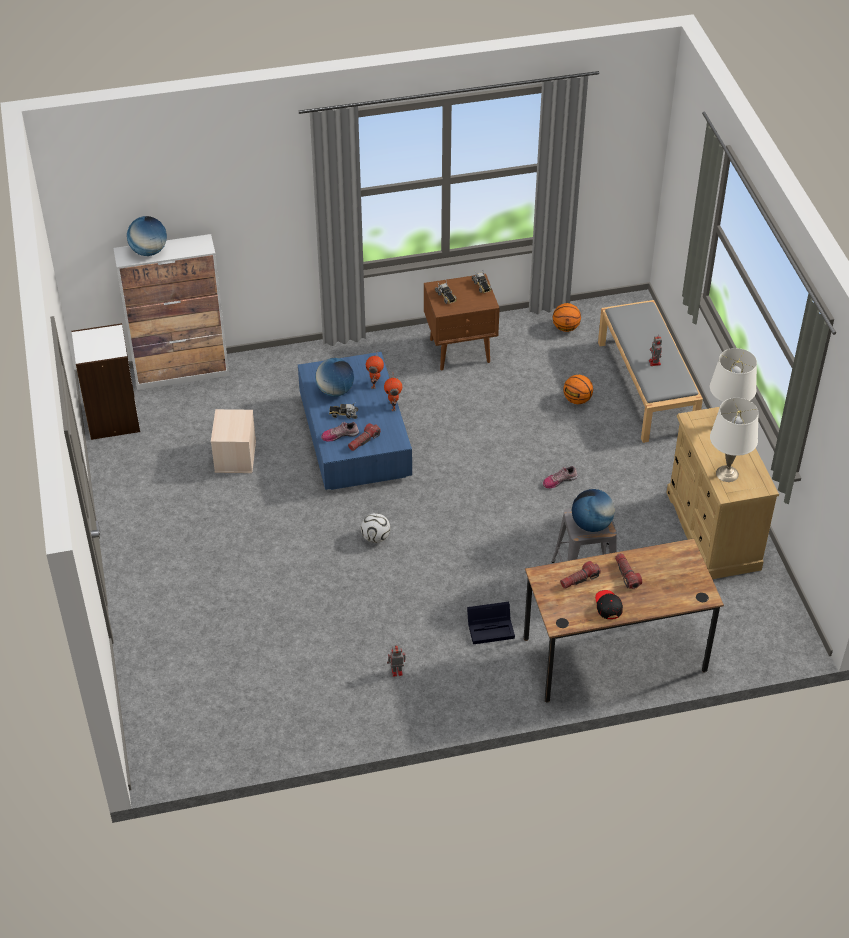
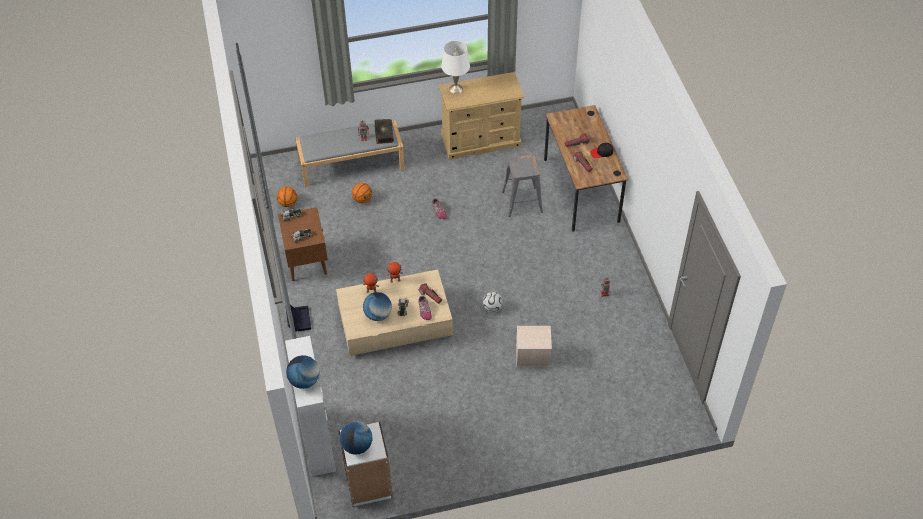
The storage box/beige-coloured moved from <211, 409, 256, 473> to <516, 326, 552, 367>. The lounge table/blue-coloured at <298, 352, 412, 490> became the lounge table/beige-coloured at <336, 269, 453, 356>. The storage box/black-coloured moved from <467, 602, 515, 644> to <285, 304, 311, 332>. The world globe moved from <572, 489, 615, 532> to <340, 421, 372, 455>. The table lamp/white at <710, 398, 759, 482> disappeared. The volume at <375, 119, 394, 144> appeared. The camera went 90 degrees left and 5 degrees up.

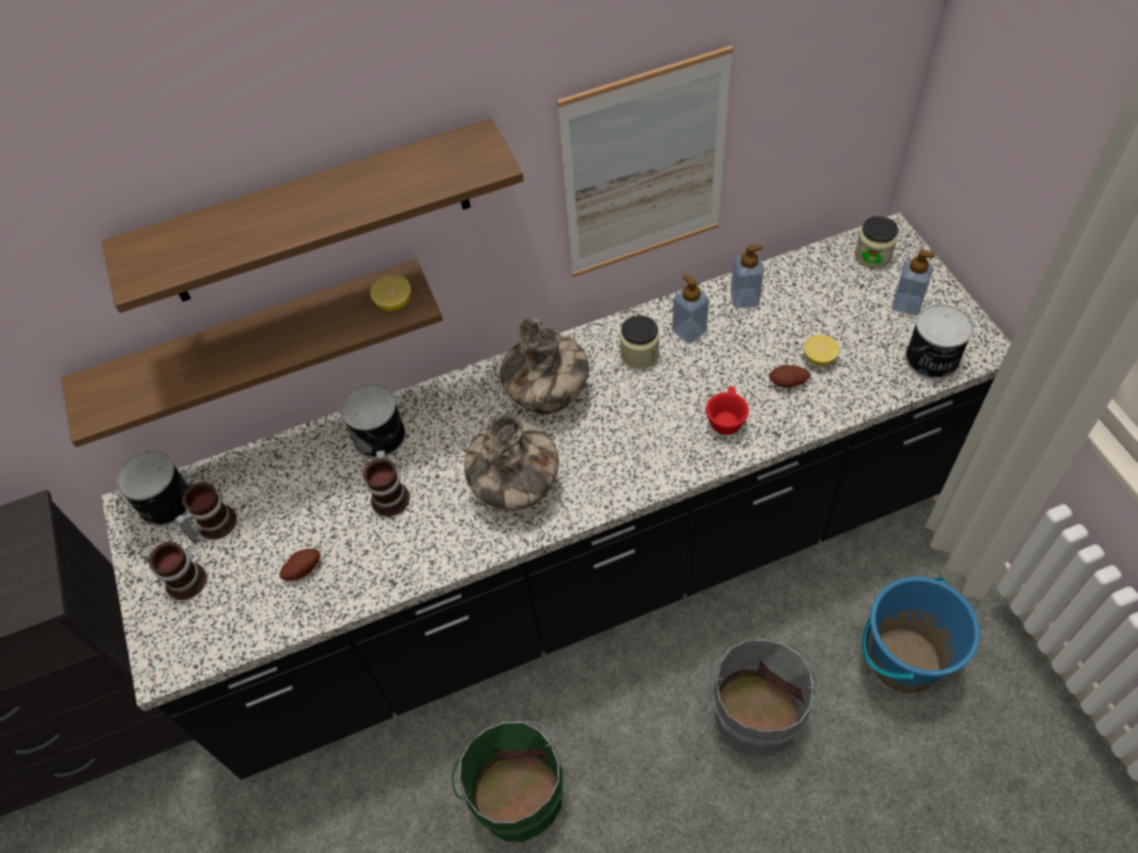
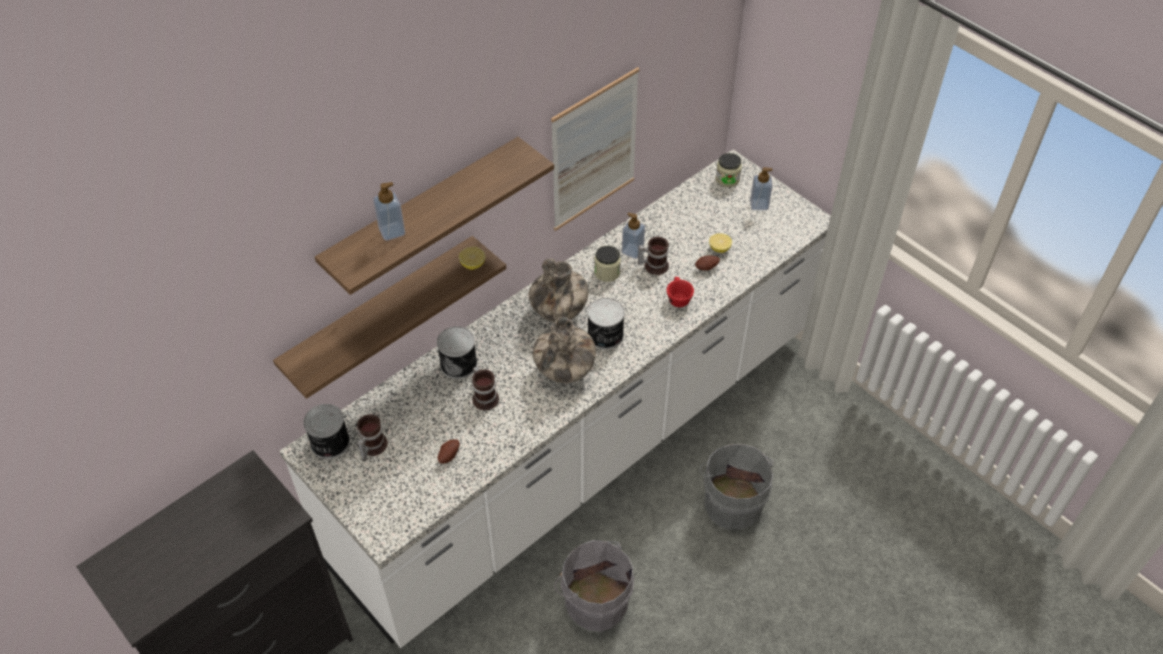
The kitchen base unit/black-coloured at <102, 213, 1011, 780> became the kitchen base unit/white at <279, 149, 831, 648>. The coffee mug moved from <140, 542, 207, 600> to <638, 237, 669, 275>. The pail/green-coloured at <452, 721, 563, 842> became the pail/grey at <554, 540, 634, 632>. The soap dispenser moved from <730, 245, 764, 309> to <373, 182, 405, 241>. The pail/blue-coloured at <862, 576, 980, 693> disappeared. The metal can moved from <905, 304, 973, 380> to <588, 298, 625, 349>. The camera went 25 degrees left and 5 degrees down.

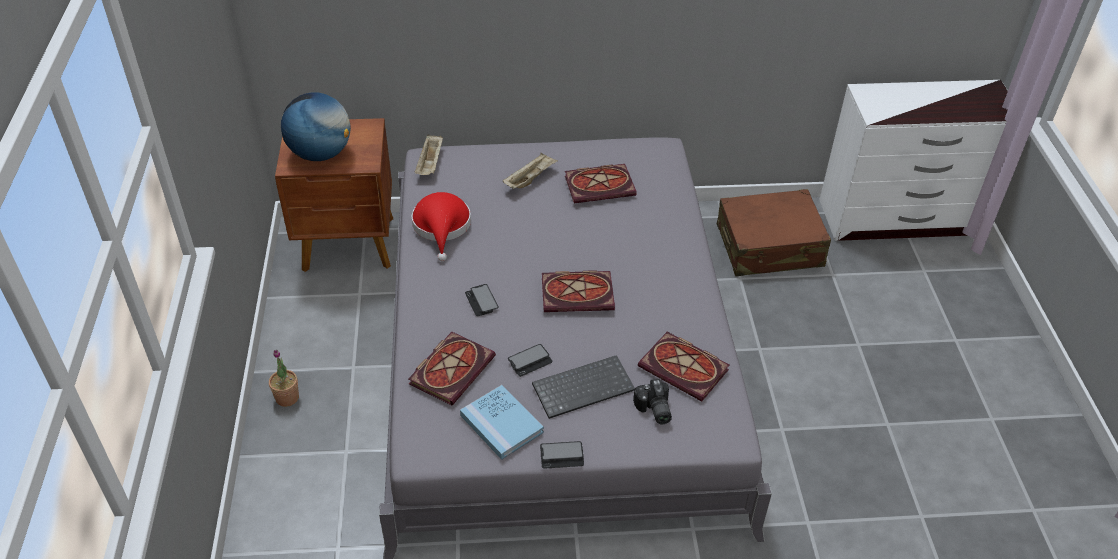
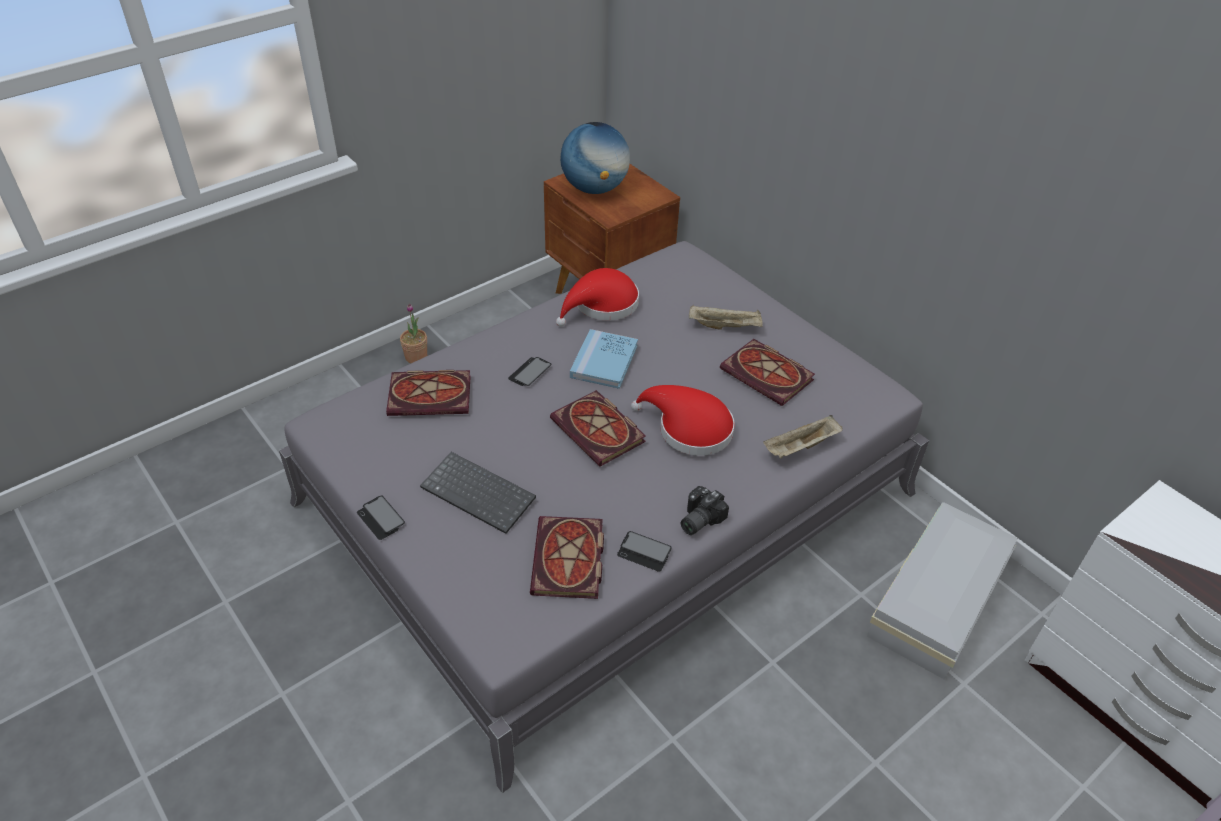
The carrying tray/beige-coloured moved from <415, 134, 443, 175> to <763, 415, 843, 459>. The volume/blue-coloured moved from <460, 385, 544, 460> to <570, 329, 638, 389>. The telephone moved from <508, 344, 552, 377> to <617, 531, 672, 572>. The still camera moved from <633, 379, 672, 424> to <681, 486, 729, 535>. The travel case/brown at <717, 189, 831, 276> was replaced by the storage box/white at <867, 502, 1018, 680>. The clothing hat/reddish at <631, 385, 735, 456> appeared. The camera went 55 degrees right and 0 degrees up.

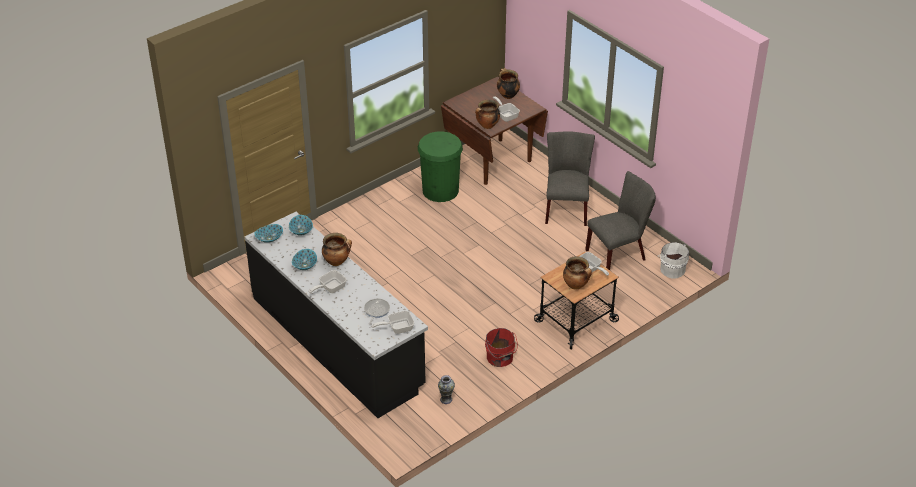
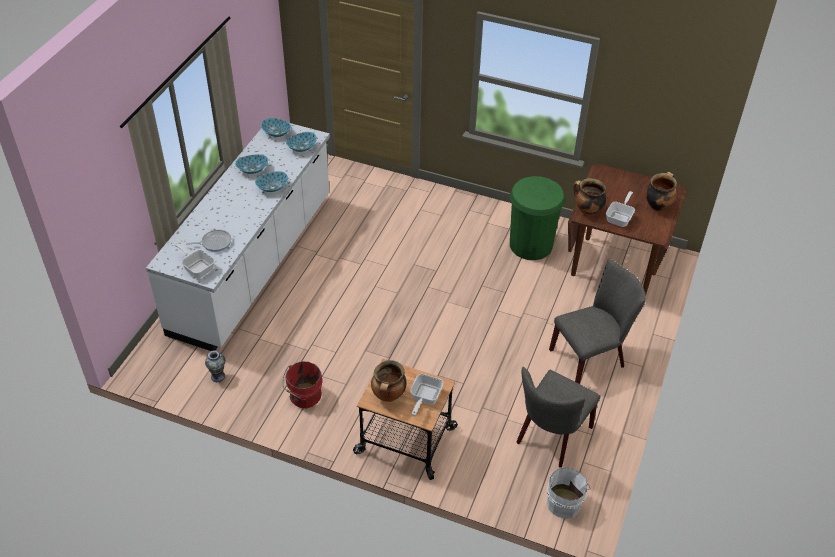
The kitchen base unit/black-coloured at <244, 212, 428, 418> became the kitchen base unit/white at <146, 123, 330, 351>. The frying pan at <309, 270, 347, 293> disappeared. The saucepot at <322, 233, 352, 266> was replaced by the serving bowl at <255, 171, 288, 192>. The chair/grey at <585, 171, 656, 270> turned 90 degrees clockwise. The camera went 60 degrees right and 5 degrees up.

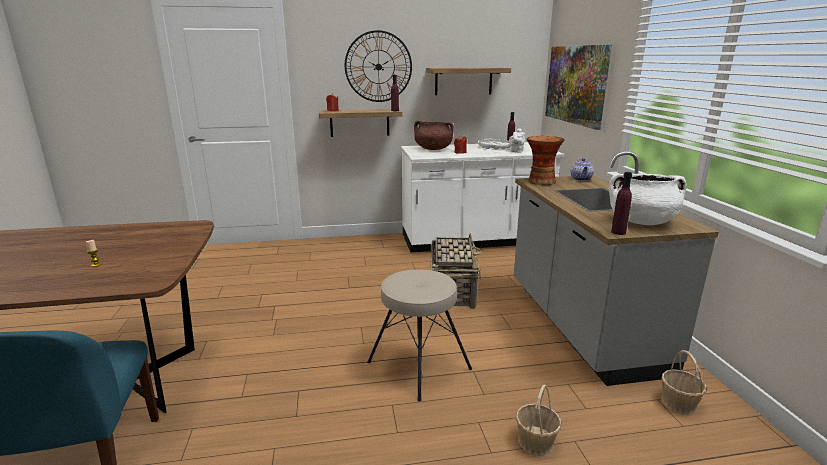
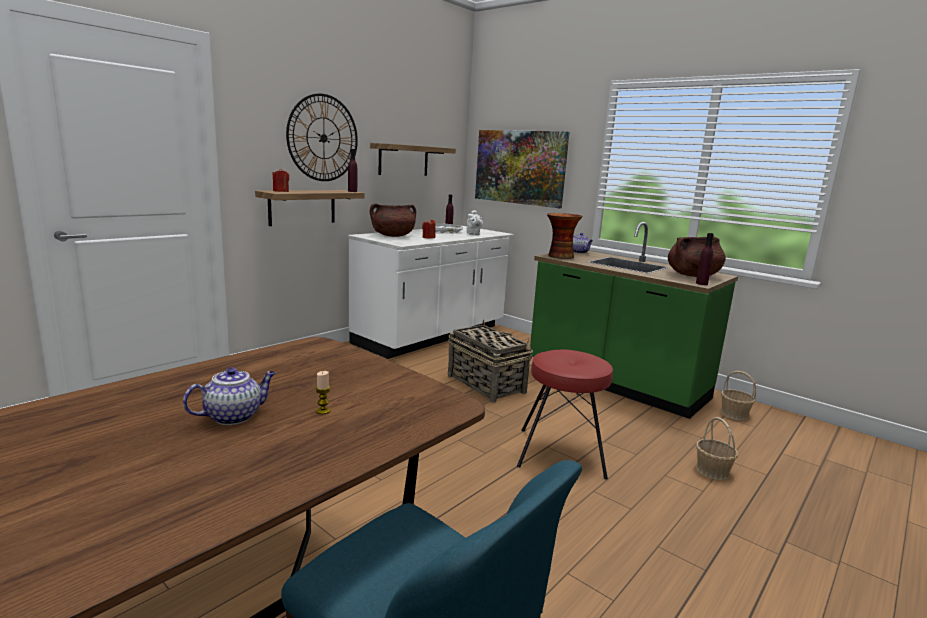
The stool/beige-coloured at <367, 270, 472, 402> became the stool/reddish at <517, 350, 613, 479>. The kitchen base unit/grey at <514, 151, 719, 386> became the kitchen base unit/green-coloured at <530, 222, 738, 419>. The saucepot/white at <609, 174, 686, 225> became the saucepot/brown at <668, 236, 726, 277>. The teapot at <183, 367, 275, 425> appeared. The camera went 40 degrees left and 5 degrees down.

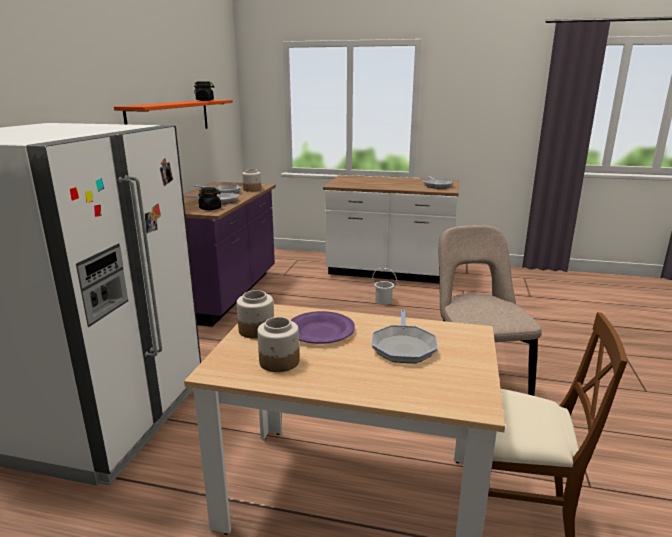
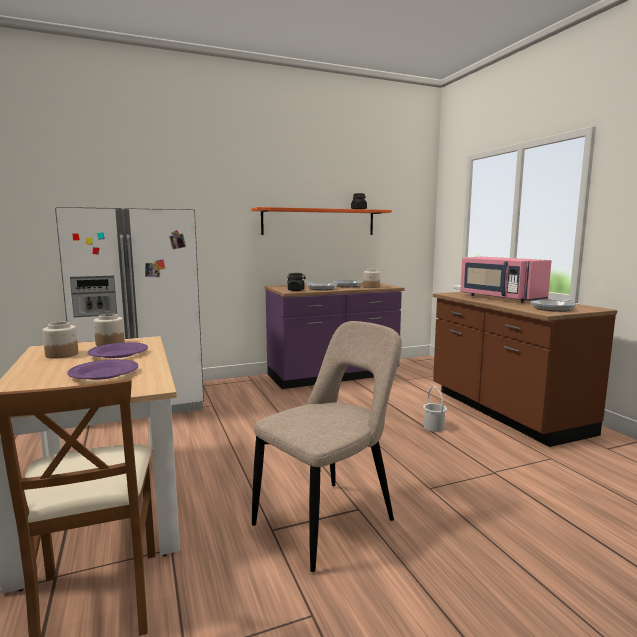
The kitchen base unit/white at <323, 175, 459, 284> became the kitchen base unit/brown at <433, 292, 617, 447>. The frying pan at <372, 310, 438, 363> was replaced by the dinner plate/purple at <67, 359, 138, 380>. The kitchen microwave/pinkish at <460, 257, 552, 303> appeared. The camera went 55 degrees right and 10 degrees down.

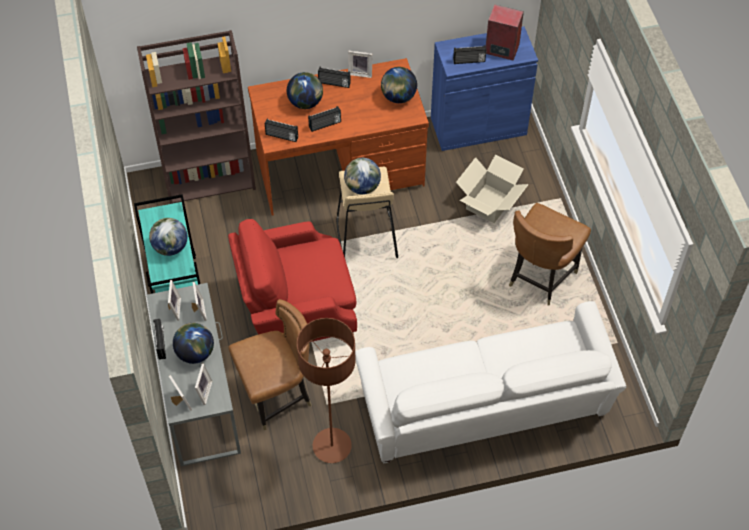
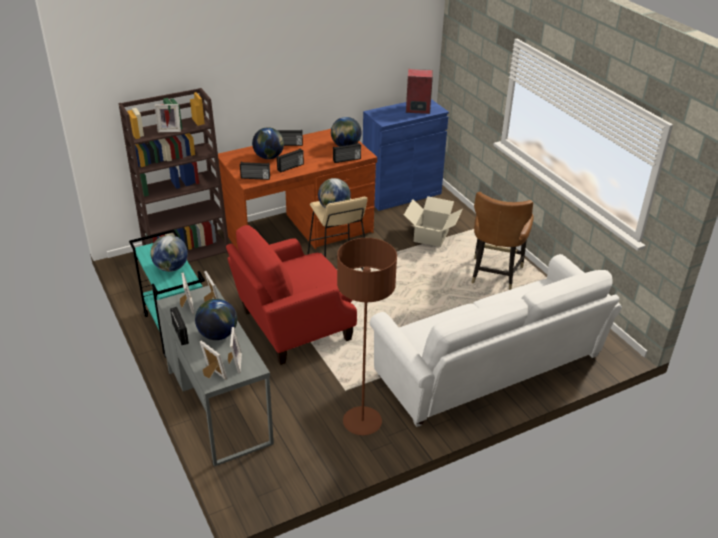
The chair/brown at <228, 299, 311, 430> disappeared. The picture frame moved from <348, 51, 373, 78> to <155, 104, 181, 132>. The radio set moved from <453, 45, 486, 64> to <333, 143, 361, 163>. The camera went 15 degrees left and 20 degrees down.

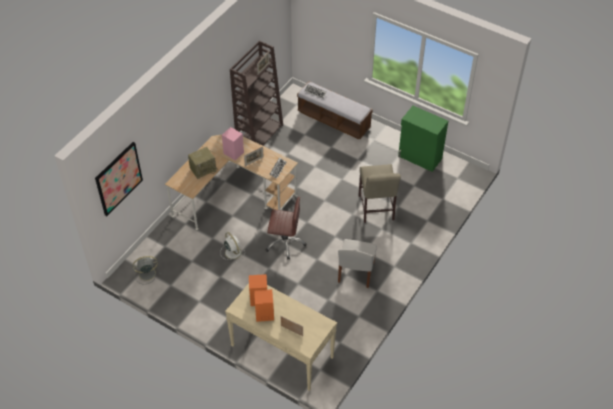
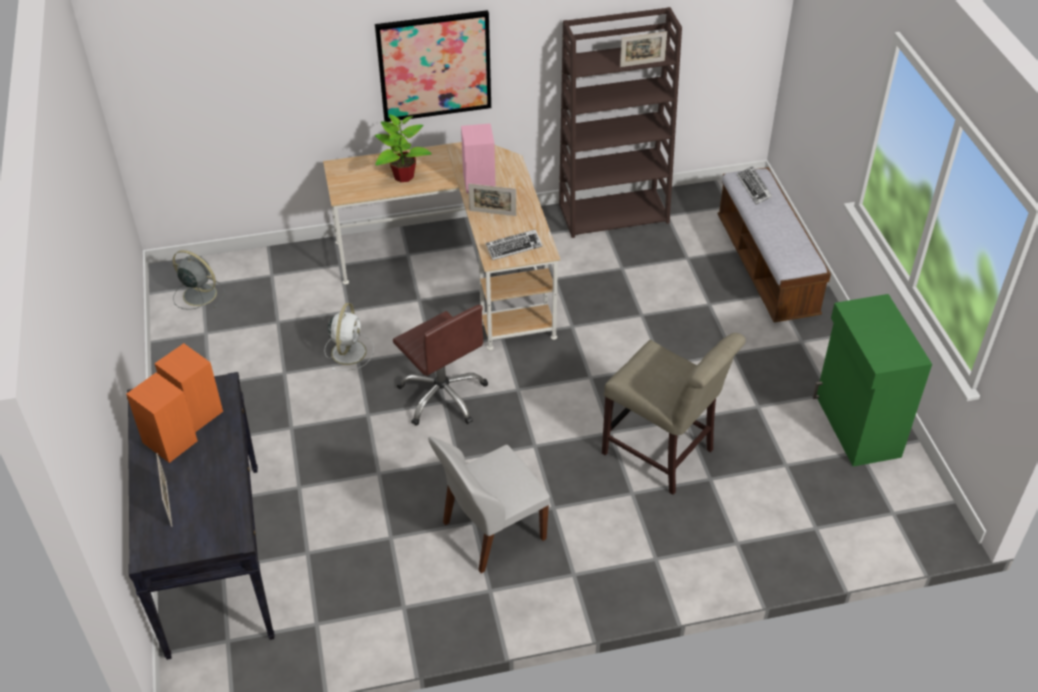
The wall picture moved from <95, 142, 143, 216> to <375, 10, 491, 122>. The radio set at <188, 147, 218, 179> was replaced by the potted plant at <375, 114, 432, 182>. The narrow table/beige-coloured at <225, 283, 337, 391> became the narrow table/black-coloured at <127, 372, 275, 660>. The chair/beige-coloured at <359, 164, 401, 223> turned 90 degrees counterclockwise. The camera went 45 degrees right and 5 degrees down.

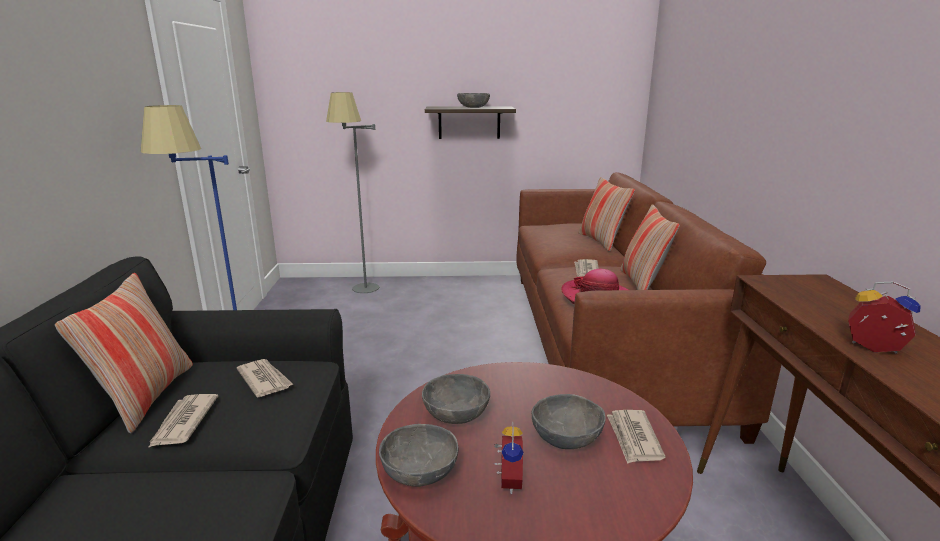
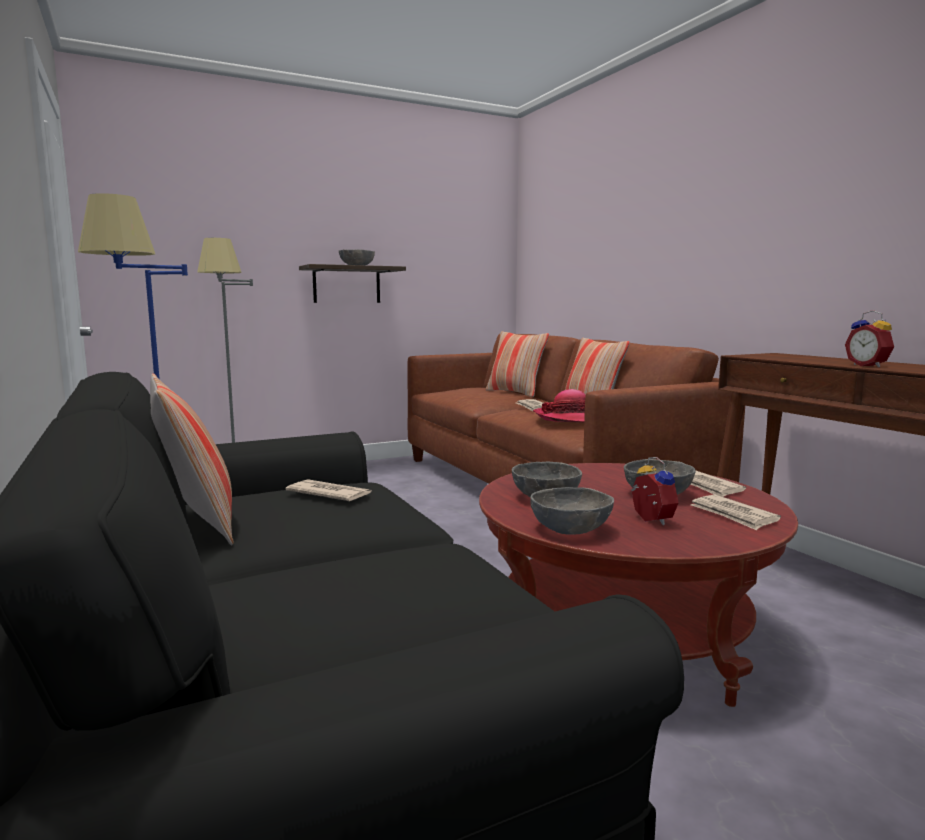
The newspaper moved from <148, 394, 218, 448> to <691, 494, 781, 530>. The alarm clock at <848, 282, 921, 354> turned 120 degrees counterclockwise. The camera went 25 degrees left and 10 degrees down.

